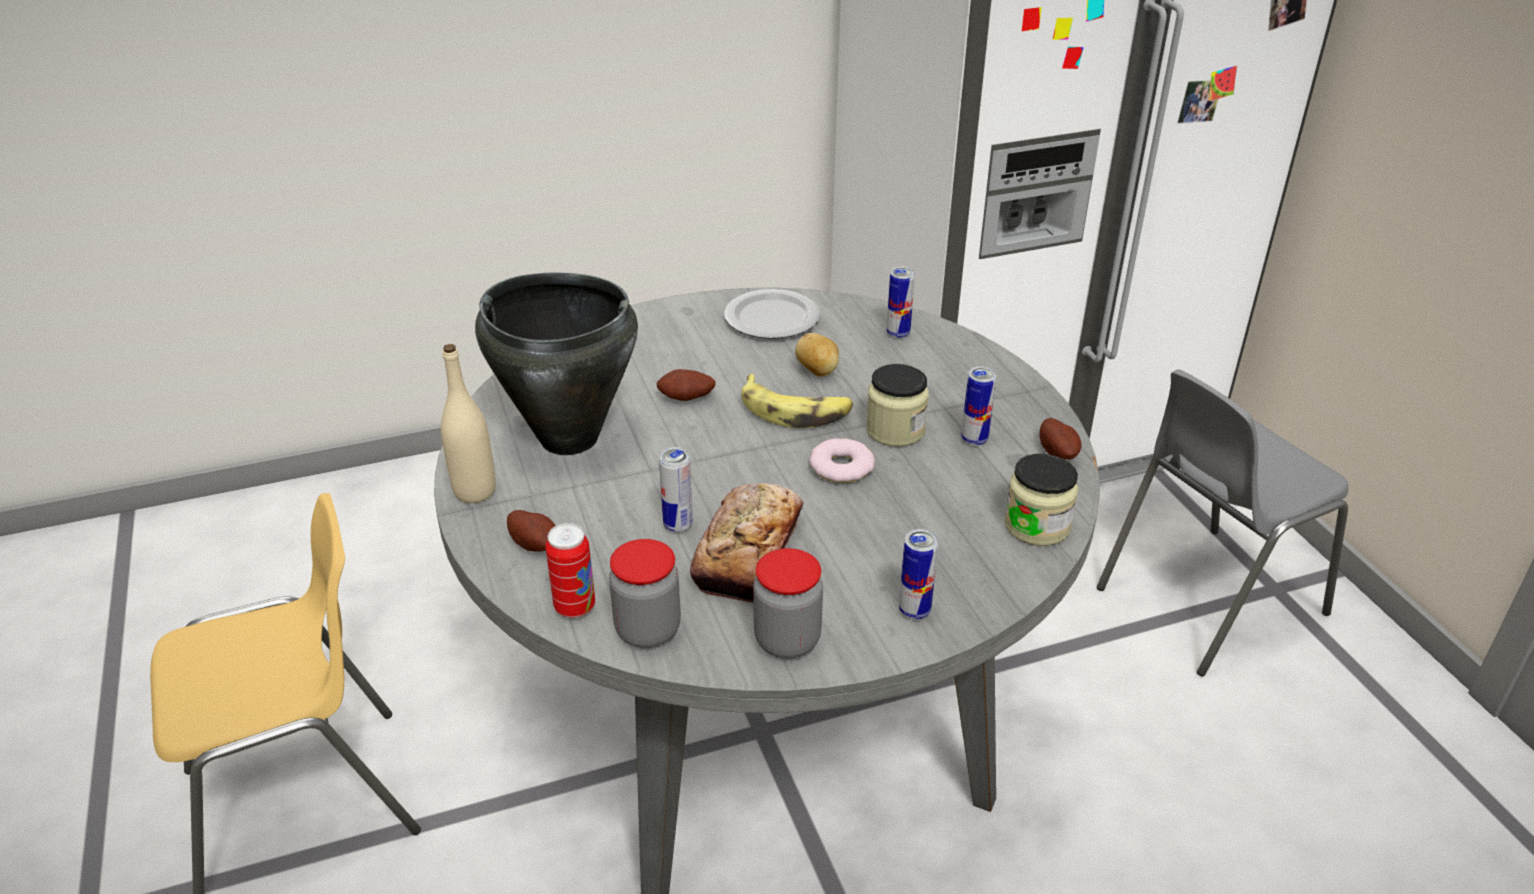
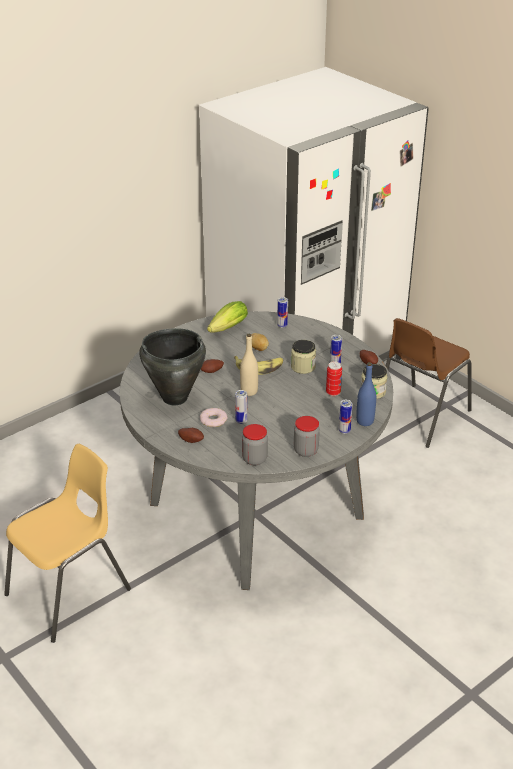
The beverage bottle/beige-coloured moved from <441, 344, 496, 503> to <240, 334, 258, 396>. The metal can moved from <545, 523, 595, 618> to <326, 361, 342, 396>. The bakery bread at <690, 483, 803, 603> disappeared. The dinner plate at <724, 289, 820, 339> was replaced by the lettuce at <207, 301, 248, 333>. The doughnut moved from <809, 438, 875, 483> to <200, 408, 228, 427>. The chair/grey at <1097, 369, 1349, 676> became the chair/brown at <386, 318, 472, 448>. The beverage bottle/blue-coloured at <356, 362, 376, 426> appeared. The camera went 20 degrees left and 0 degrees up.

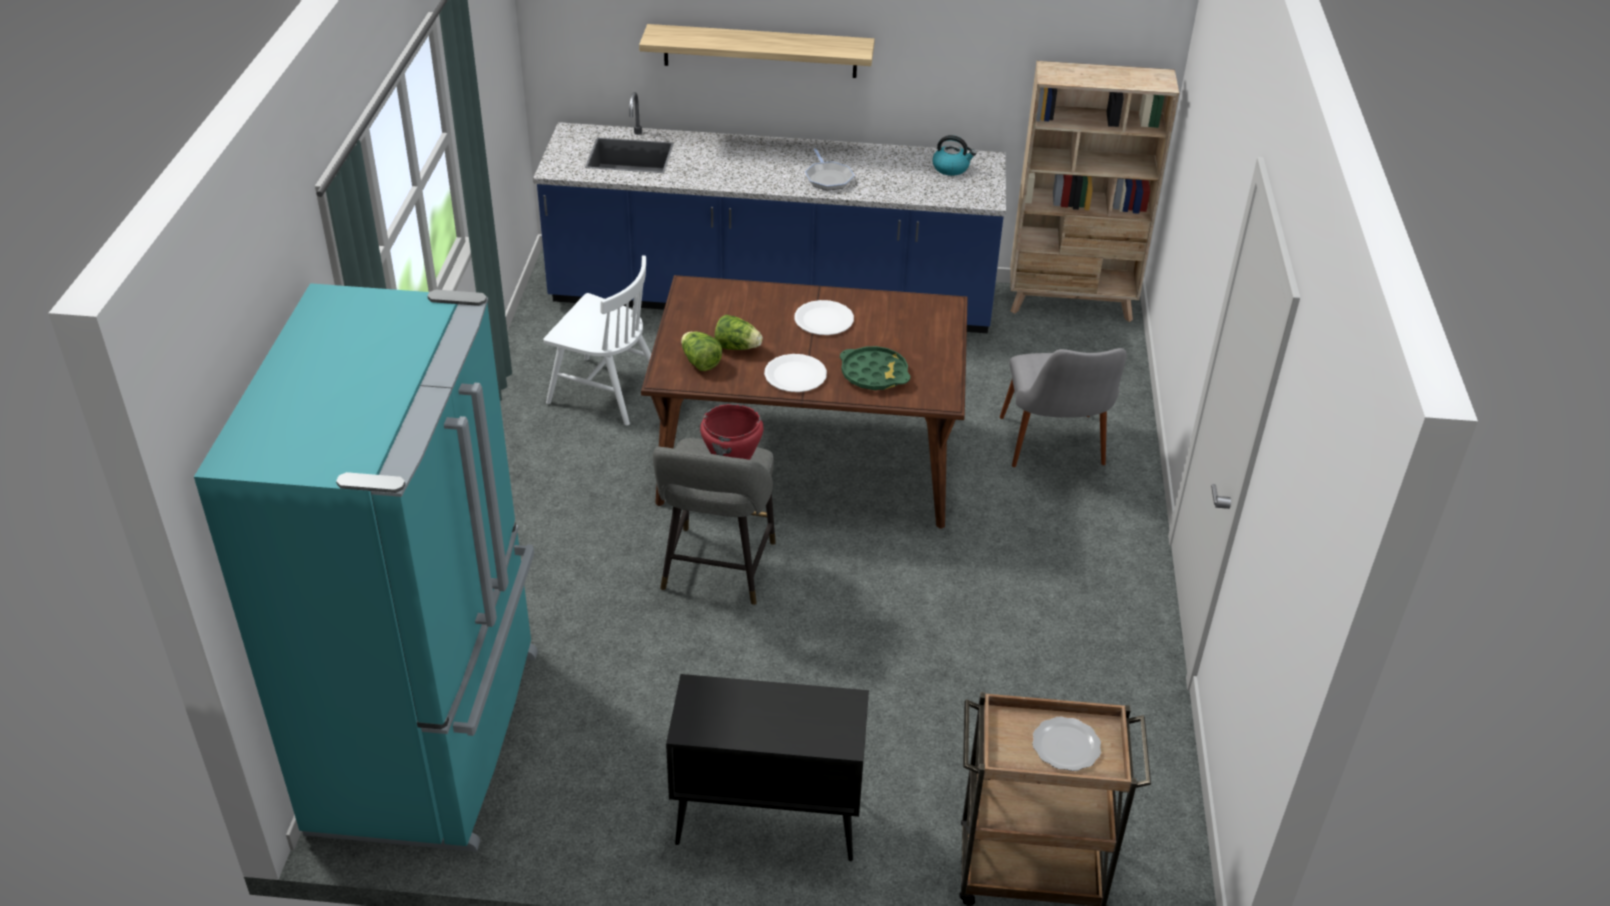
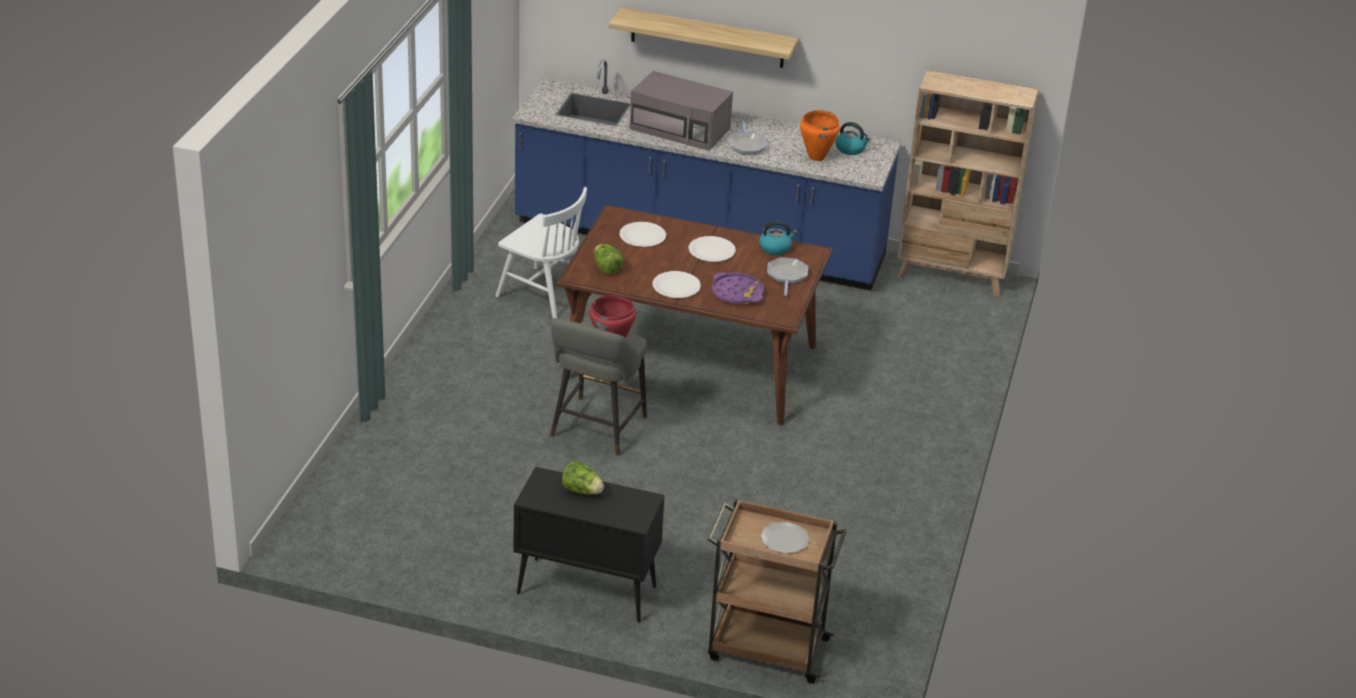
The fridge/turquoise-coloured at <194, 283, 538, 852> disappeared. The lettuce moved from <714, 315, 763, 350> to <562, 461, 604, 494>. The carrying tray/green-coloured at <840, 346, 910, 390> became the carrying tray/purple at <712, 273, 764, 305>. The chair/grey at <1000, 348, 1127, 467> disappeared. The dinner plate/white at <619, 222, 666, 247> appeared. The kitchen microwave/grey at <630, 71, 733, 151> appeared. The kettle at <759, 221, 798, 255> appeared. The frying pan at <767, 257, 808, 296> appeared. The saucepot/orangey at <800, 110, 840, 161> appeared. The camera went 10 degrees right and 5 degrees down.

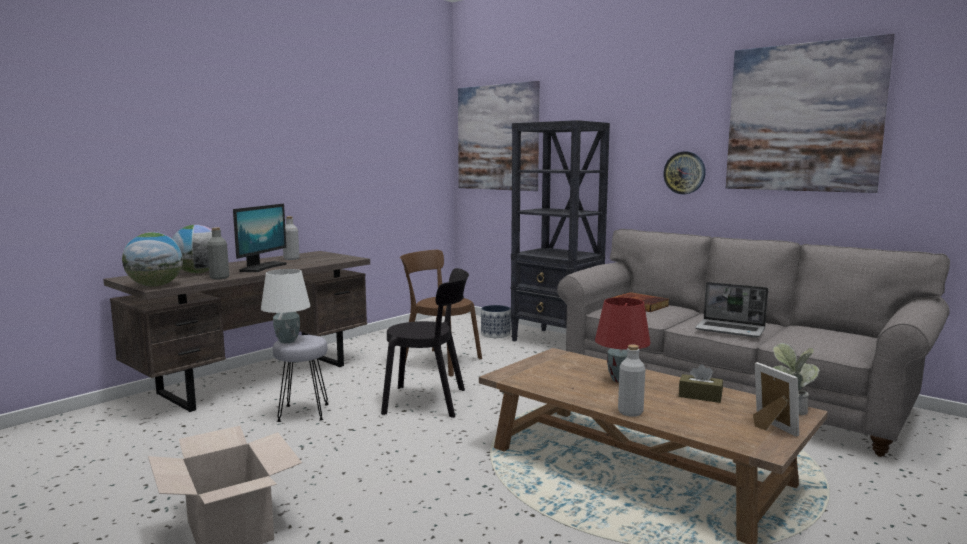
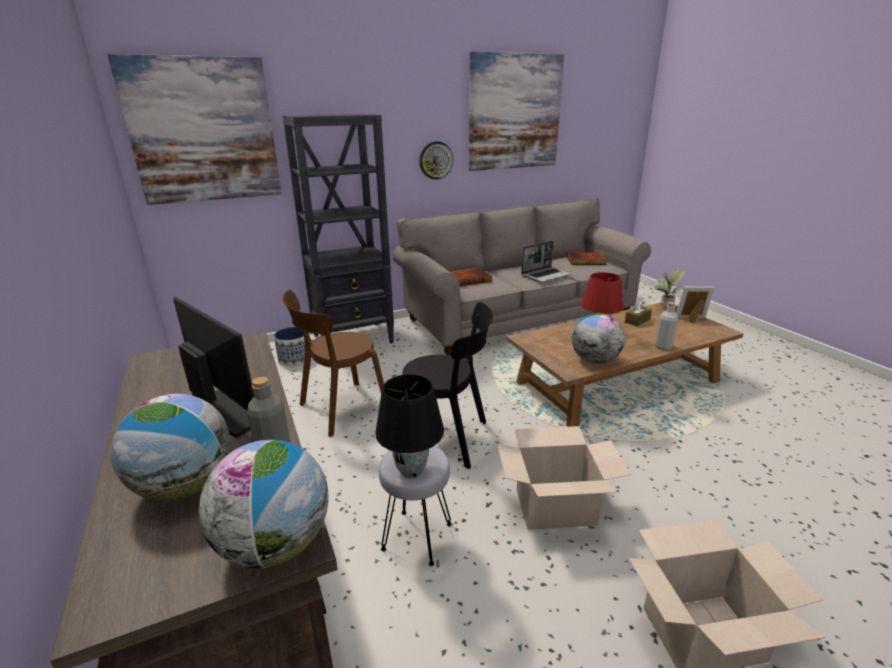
The table lamp/white at <261, 269, 310, 343> became the table lamp/black-coloured at <375, 374, 444, 478>. The beverage bottle/grey at <283, 216, 299, 260> disappeared. The chair/black-coloured at <381, 268, 469, 418> turned 75 degrees clockwise. The carton at <497, 426, 631, 530> appeared. The volume at <567, 252, 607, 265> appeared. The world globe at <572, 313, 625, 364> appeared. The camera went 65 degrees left and 15 degrees up.

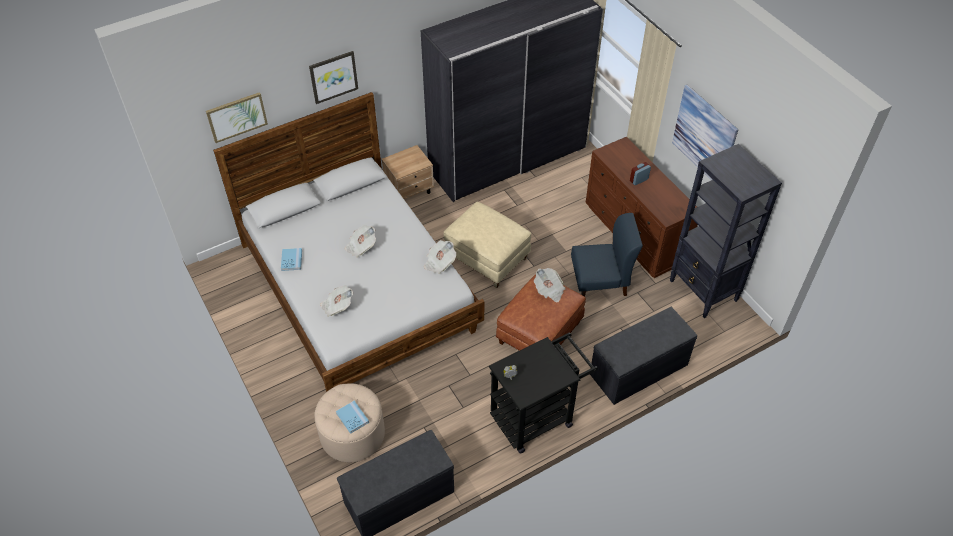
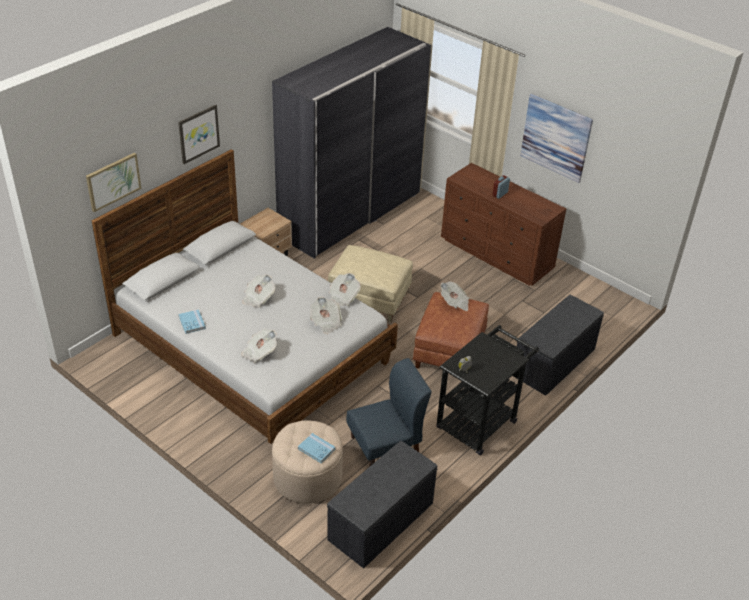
The chair/blue-coloured moved from <571, 213, 643, 297> to <346, 358, 431, 466>. The bookcase/black-coloured at <670, 144, 782, 318> disappeared. The newspaper at <310, 297, 342, 334> appeared. The camera went 20 degrees left and 10 degrees down.

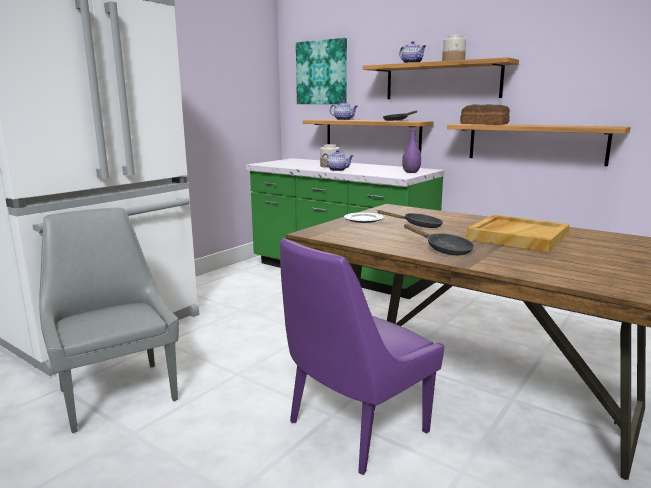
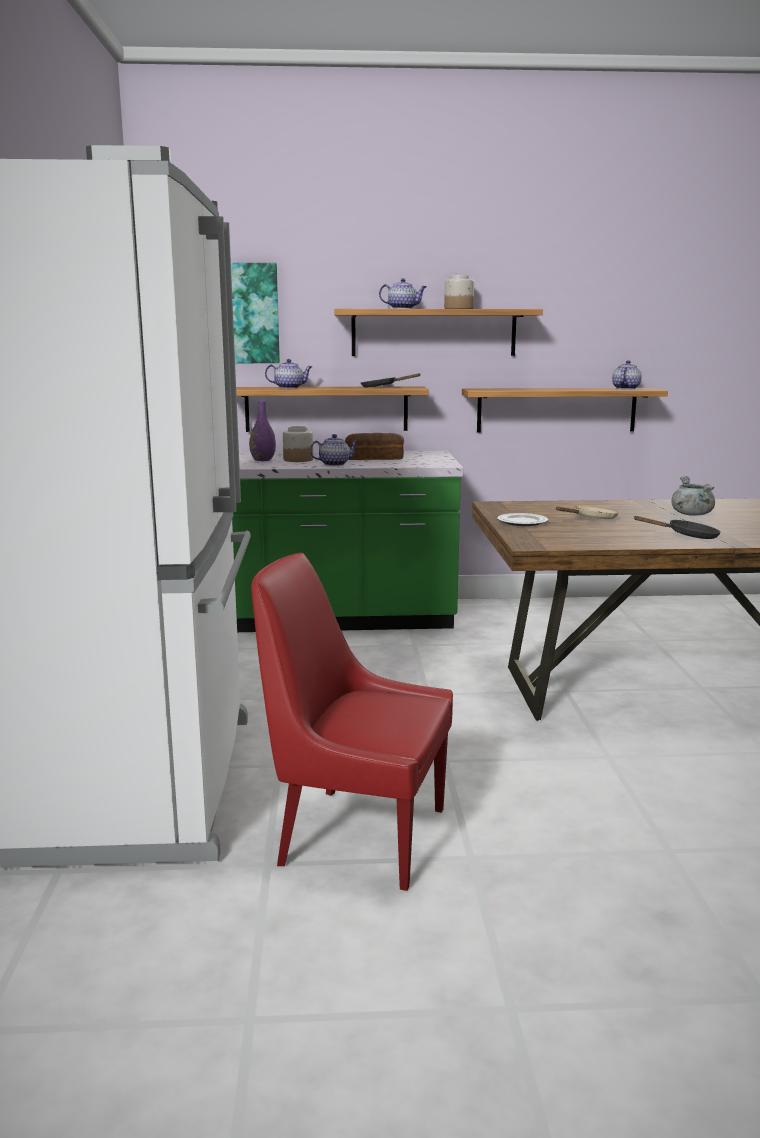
The chair/grey at <39, 208, 179, 433> became the chair/reddish at <251, 553, 453, 891>. The chair/purple at <280, 238, 444, 475> disappeared. The frying pan/black-coloured at <378, 210, 443, 228> became the frying pan/beige-coloured at <556, 506, 618, 519>. The decorative vase/purple moved from <402, 129, 421, 173> to <249, 401, 276, 461>. The bakery bread moved from <460, 104, 510, 125> to <345, 433, 404, 460>. The carrying tray/beige-coloured at <466, 215, 570, 252> was replaced by the saucepot/grey at <672, 476, 715, 516>. The teapot at <612, 360, 641, 389> appeared. The camera went 40 degrees left and 0 degrees up.

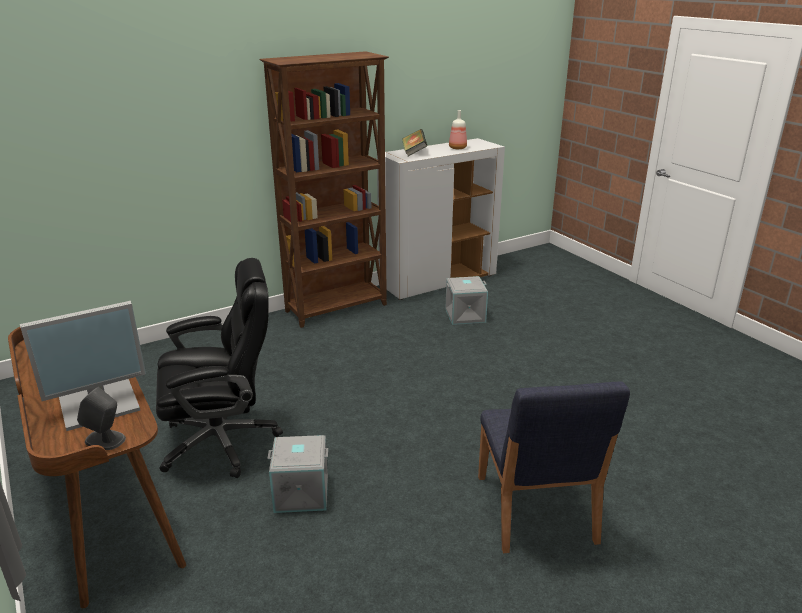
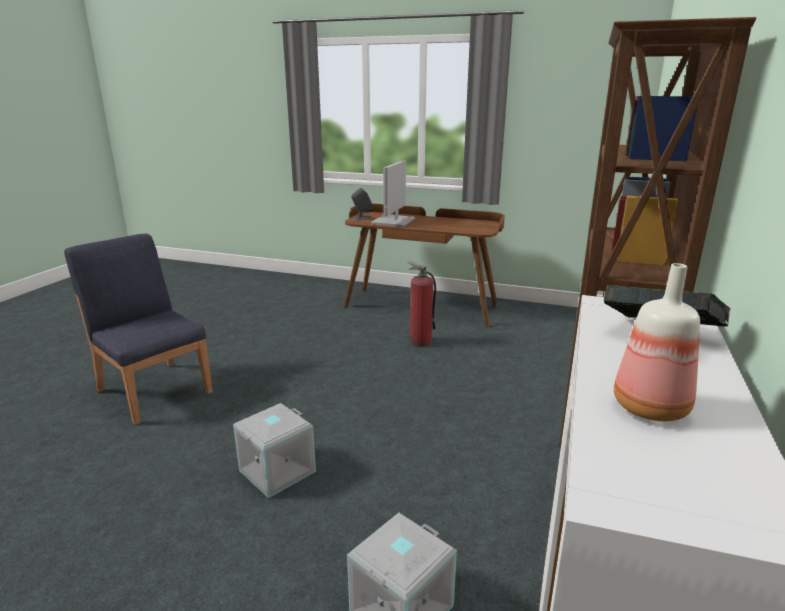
The computer chair/black-coloured at <156, 258, 283, 478> was replaced by the extinguisher at <408, 261, 436, 347>. The storage box/grey moved from <267, 435, 328, 513> to <233, 403, 316, 498>. The camera went 140 degrees right and 5 degrees down.

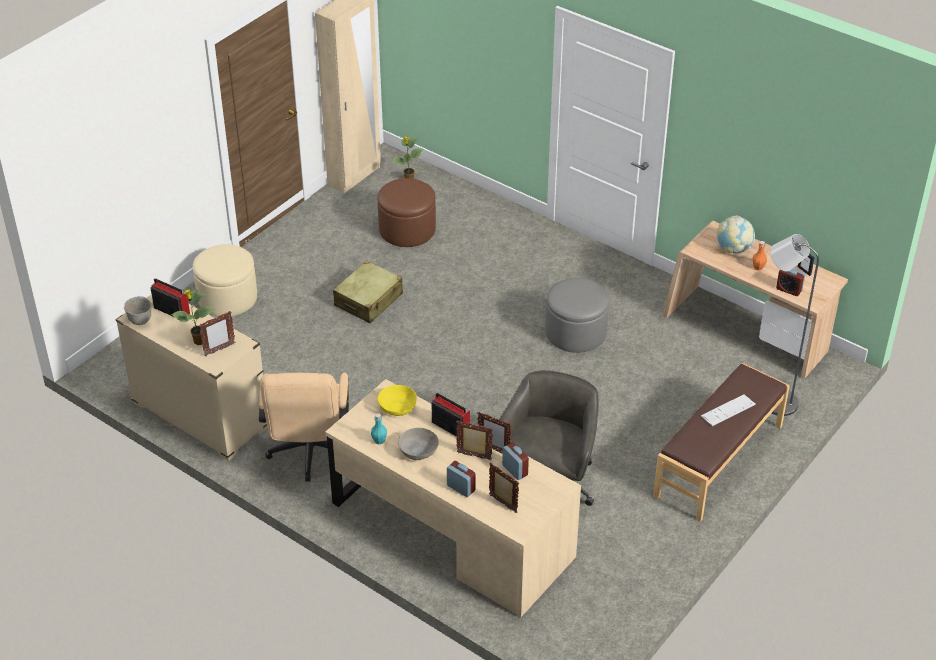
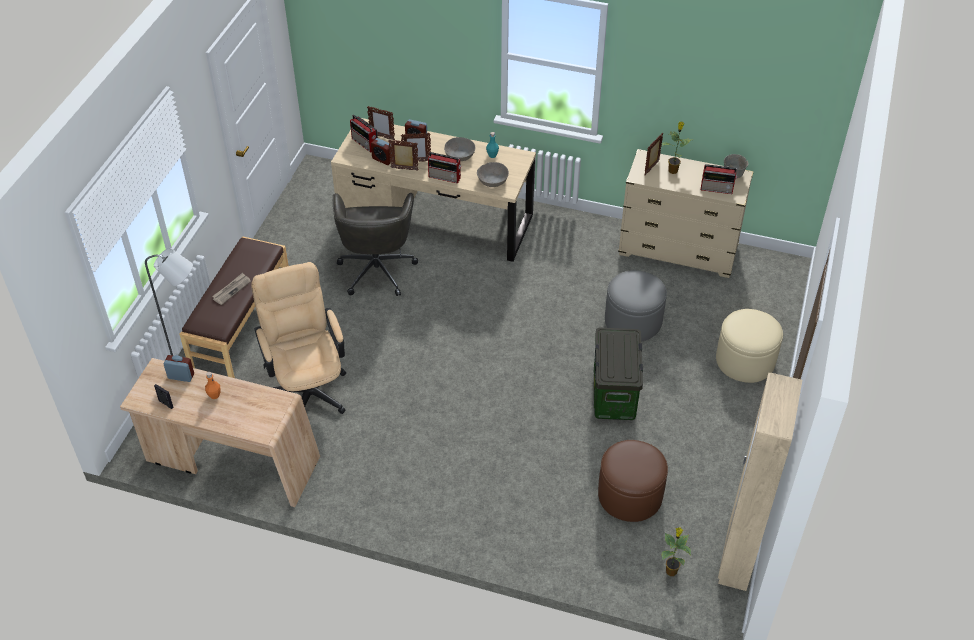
The computer chair/beige-coloured moved from <259, 372, 349, 482> to <251, 262, 346, 414>. The travel case/beige-coloured at <333, 260, 403, 323> was replaced by the storage box at <594, 328, 643, 420>. The serving bowl/yellowish at <378, 385, 417, 416> became the serving bowl/grey at <477, 162, 509, 187>. The footrest/grey moved from <545, 278, 609, 353> to <605, 270, 667, 342>. The computer keyboard at <701, 395, 756, 426> was replaced by the newspaper at <212, 273, 251, 305>. The world globe at <717, 216, 755, 254> disappeared. The radio set at <350, 115, 378, 153> appeared. The camera went 160 degrees right and 5 degrees up.

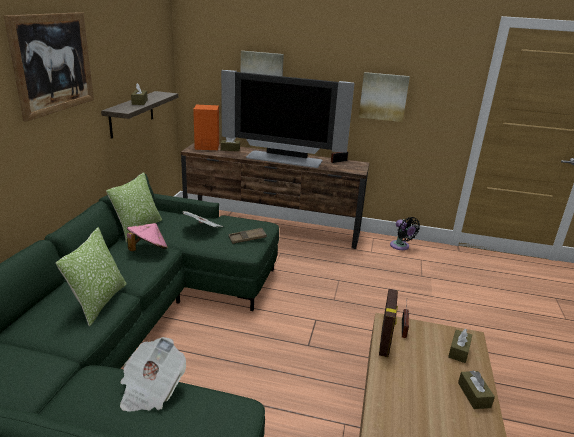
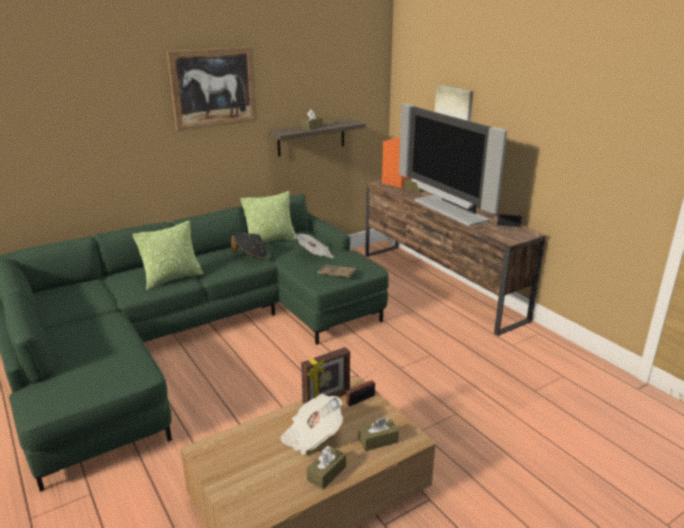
The newspaper moved from <120, 337, 186, 412> to <280, 394, 343, 455>. The clothing hat/pinkish at <127, 223, 168, 251> became the clothing hat/black-coloured at <231, 232, 267, 260>. The wall picture at <359, 72, 410, 122> disappeared. The cooling fan/black-coloured at <390, 217, 420, 250> disappeared. The camera went 45 degrees right and 0 degrees up.

